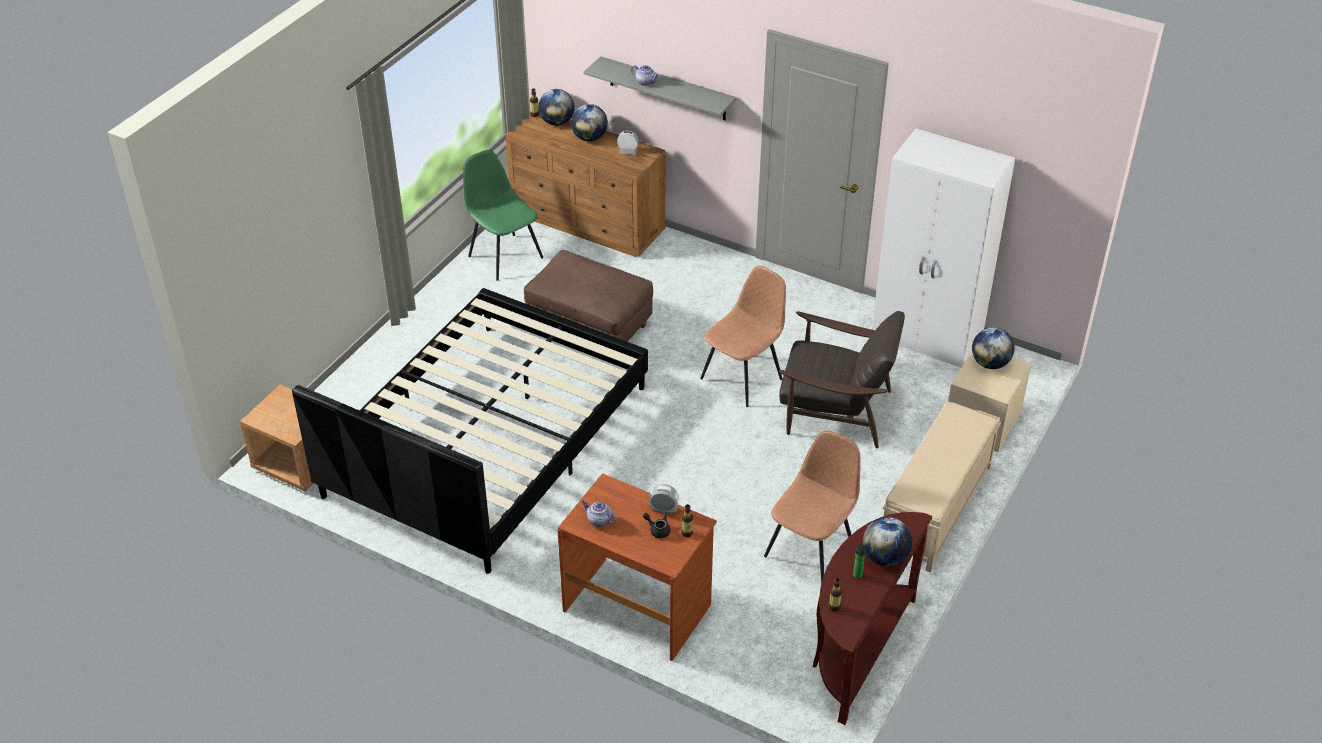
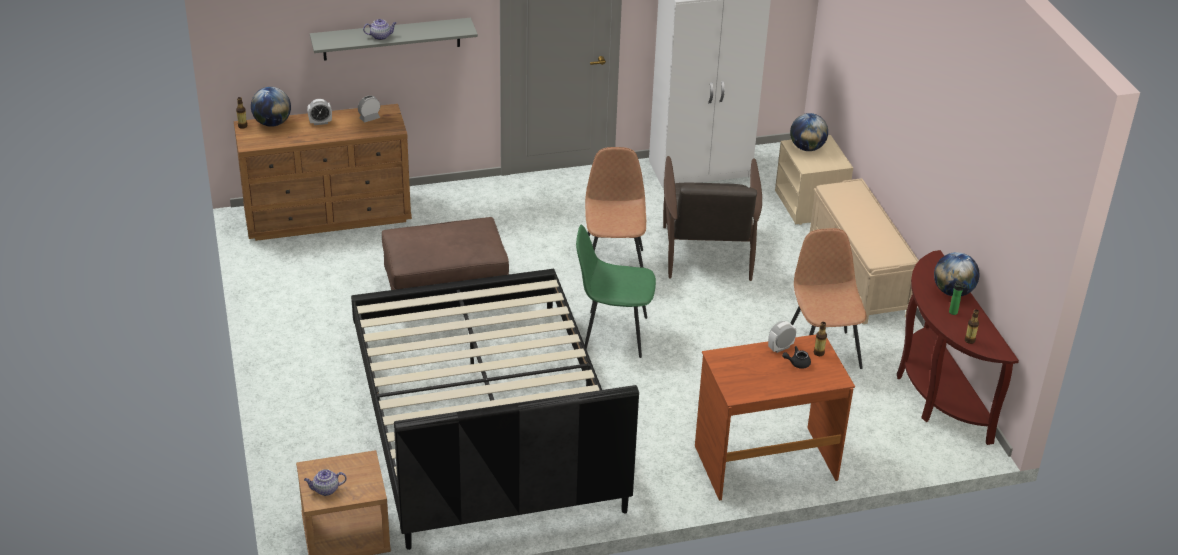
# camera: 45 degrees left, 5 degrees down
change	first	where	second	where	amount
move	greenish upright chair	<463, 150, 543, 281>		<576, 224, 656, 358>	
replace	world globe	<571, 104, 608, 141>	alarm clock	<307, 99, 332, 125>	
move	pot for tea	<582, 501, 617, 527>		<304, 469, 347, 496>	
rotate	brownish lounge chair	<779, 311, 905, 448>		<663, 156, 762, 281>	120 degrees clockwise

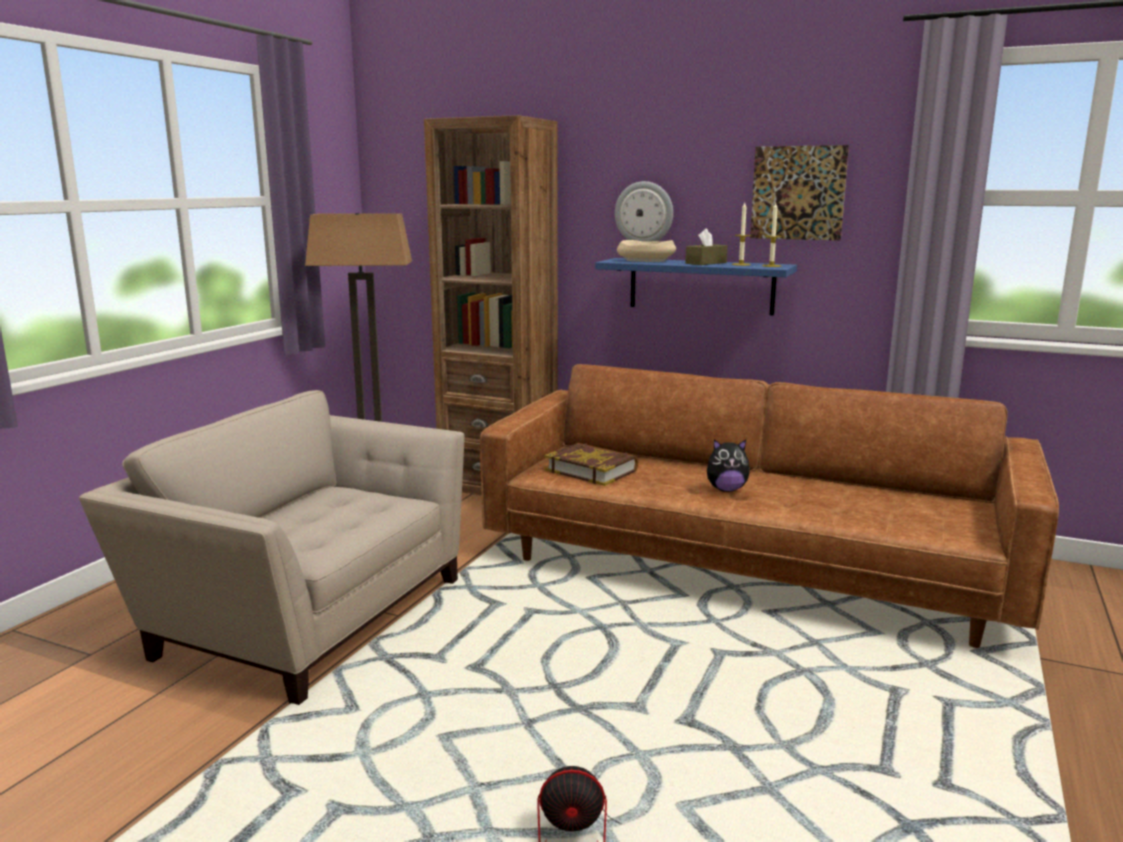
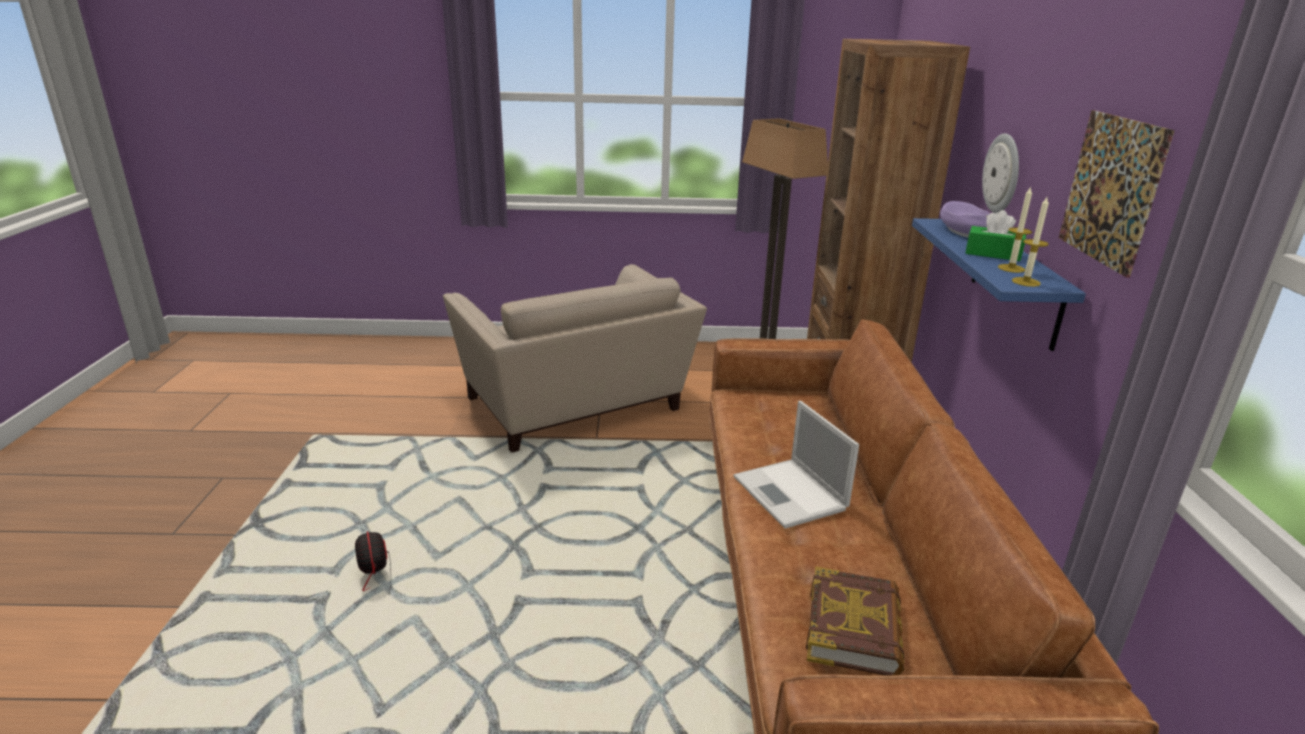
# camera: 65 degrees right, 10 degrees up
change	first	where	second	where	amount
rotate	sand-coloured lounge chair	<79, 390, 465, 705>		<443, 264, 707, 453>	150 degrees clockwise
move	bound book	<545, 443, 639, 486>		<806, 567, 904, 675>	
recolor	sand-coloured serving bowl	<617, 240, 676, 262>	purplish serving bowl	<940, 201, 990, 238>	
recolor	brownish box of tissues	<685, 228, 727, 265>	greenish box of tissues	<966, 210, 1026, 261>	
replace	plush toy	<707, 439, 750, 492>	notebook computer	<734, 401, 859, 529>	

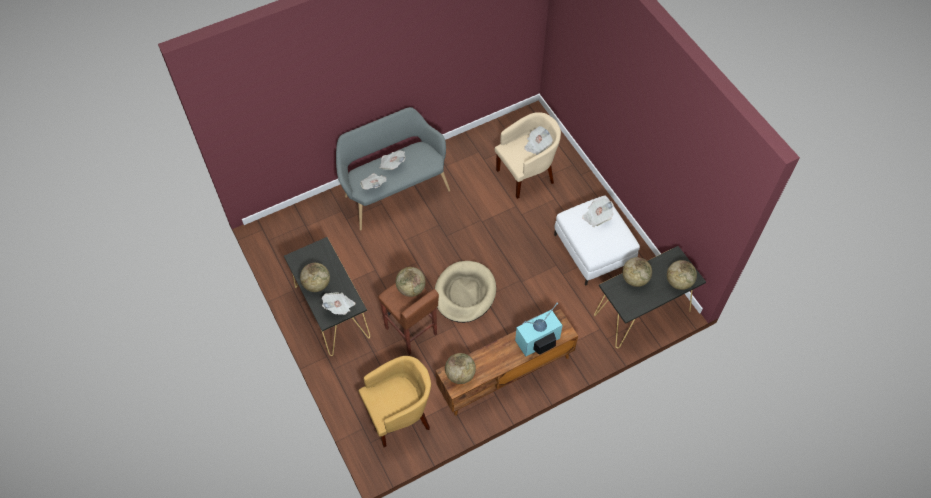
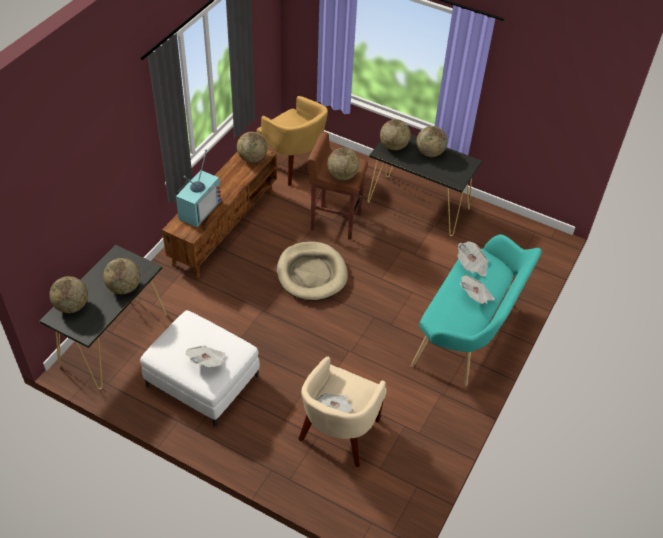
# camera: 145 degrees right, 10 degrees down
change	first	where	second	where	amount
replace	printed paper	<322, 292, 355, 315>	world globe	<380, 119, 411, 150>	
recolor	grey bench	<336, 107, 450, 230>	turquoise-coloured bench	<411, 235, 542, 387>	
rotate	yellowish lounge chair	<358, 356, 431, 447>		<256, 96, 328, 186>	75 degrees counterclockwise

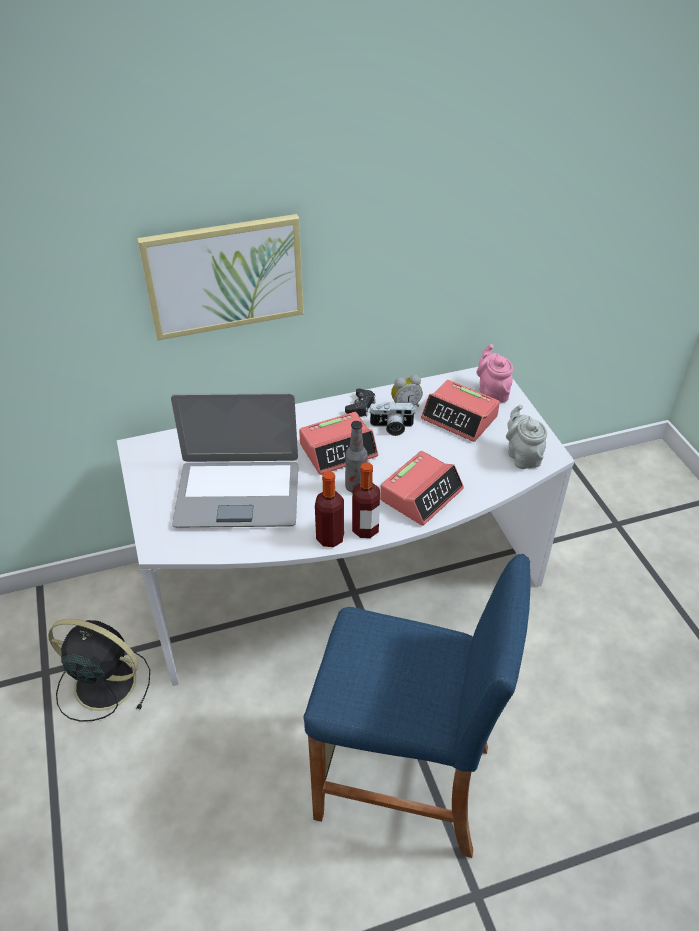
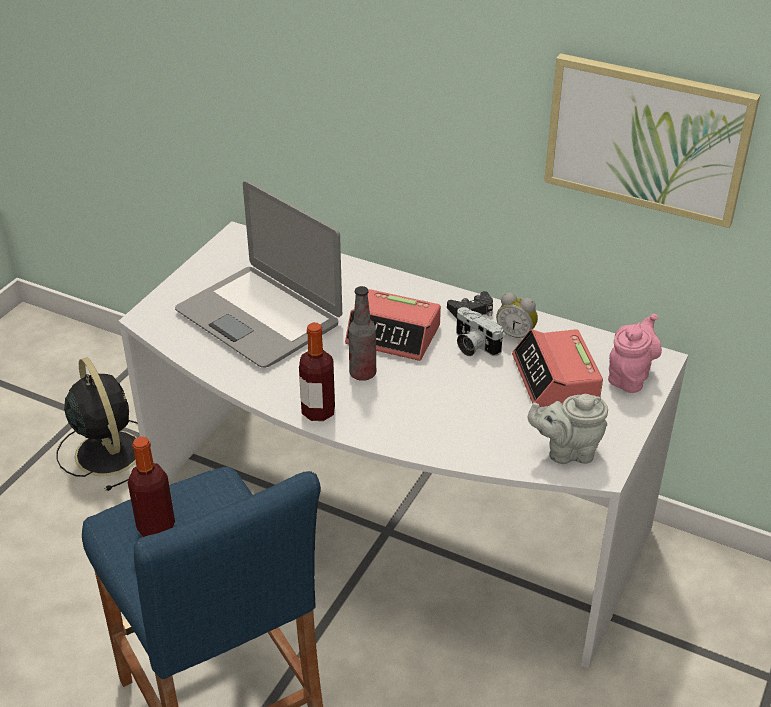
# camera: 45 degrees right, 5 degrees down
change	first	where	second	where	amount
move	wall picture	<137, 214, 304, 340>		<544, 53, 760, 228>	
move	bottle	<315, 471, 344, 547>		<128, 437, 175, 537>	
delete	alarm clock	<380, 451, 464, 526>			
rotate	grey pot for tea	<506, 404, 547, 469>		<528, 394, 608, 464>	120 degrees counterclockwise

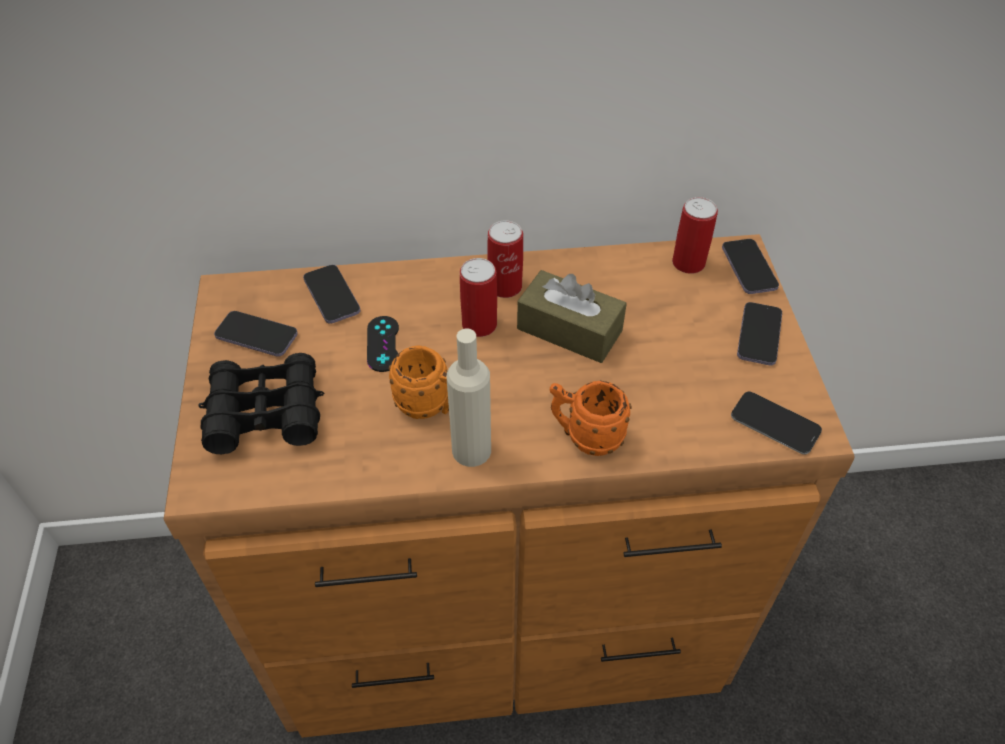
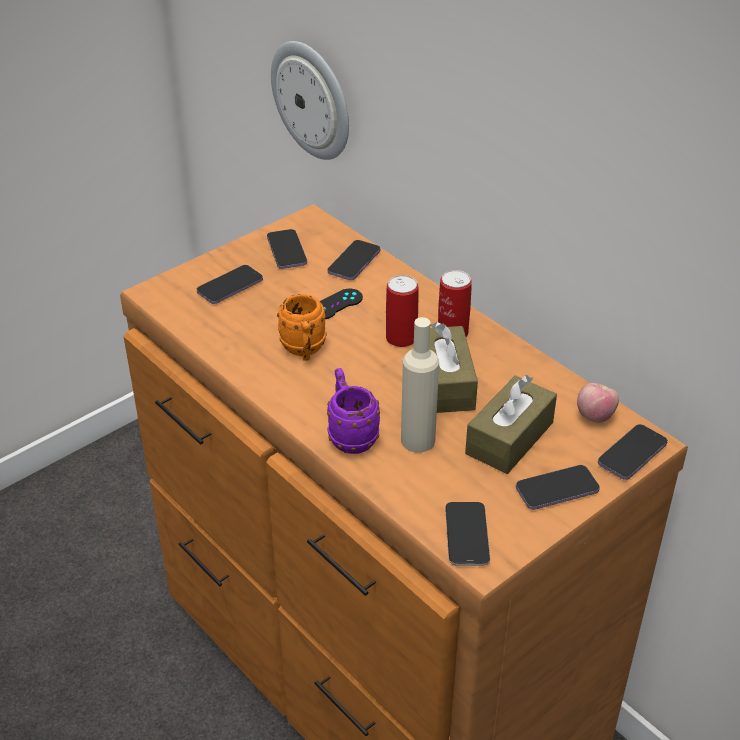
# camera: 55 degrees right, 10 degrees down
change	first	where	second	where	amount
replace	black field glasses	<198, 353, 324, 454>	handset	<196, 265, 263, 304>	
move	sand-coloured bottle	<447, 329, 491, 467>		<401, 317, 439, 453>	
recolor	orangey mug	<550, 381, 632, 456>	purplish mug	<327, 368, 380, 454>	
replace	can	<672, 197, 718, 274>	whole apple	<577, 383, 619, 423>	
insert			hanging clock	<271, 41, 349, 160>	
insert			brownish box of tissues	<465, 375, 557, 474>	

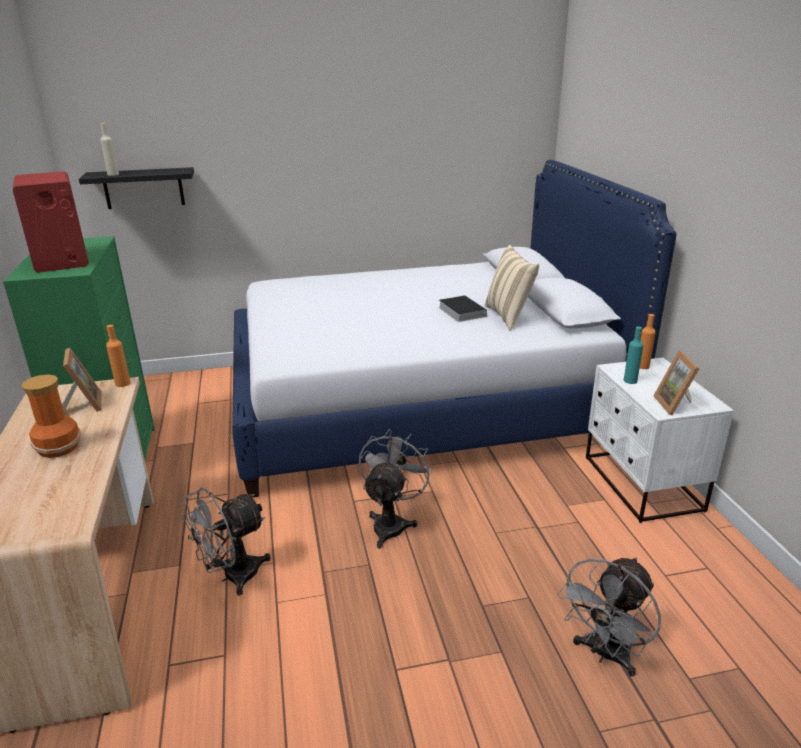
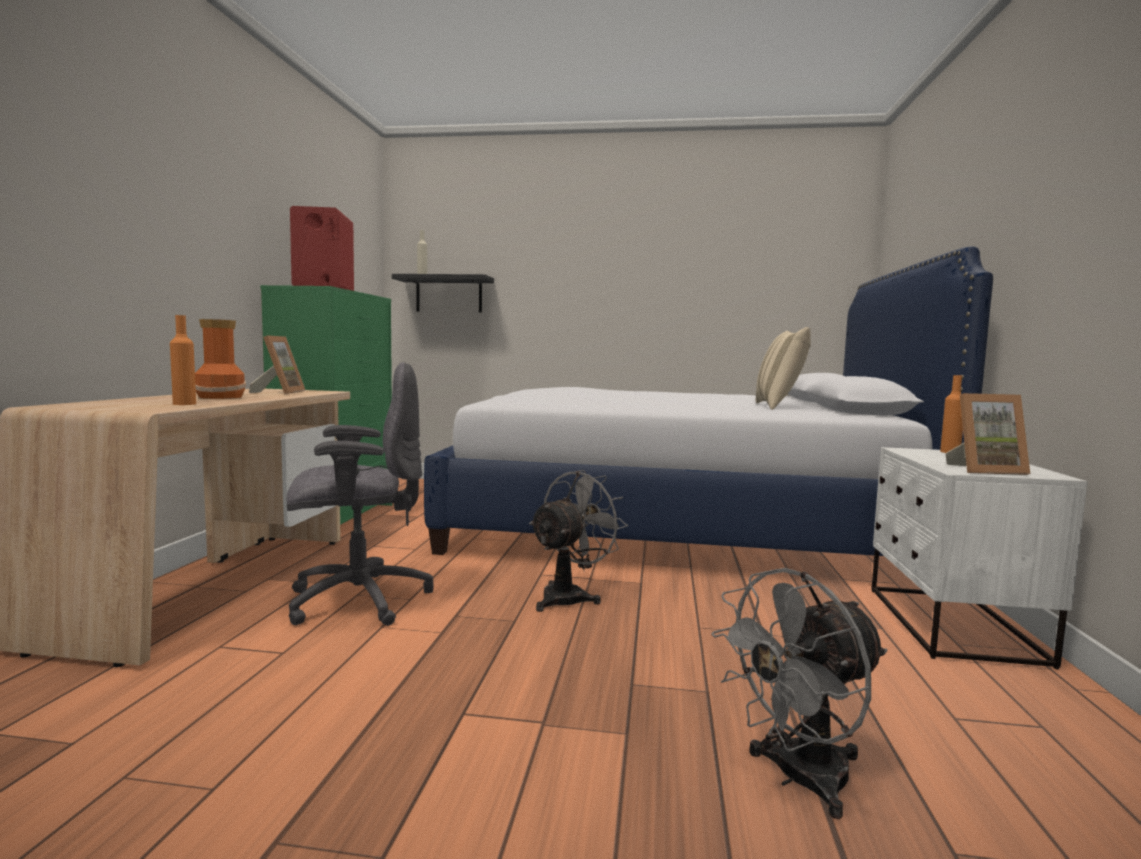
# camera: 20 degrees right, 20 degrees down
change	first	where	second	where	amount
move	orangey bottle	<106, 325, 130, 387>		<170, 315, 196, 405>	
replace	grey cooling fan	<180, 487, 271, 596>	grey computer chair	<286, 362, 434, 626>	
delete	bound book	<439, 295, 487, 322>			
delete	turquoise-coloured bottle	<624, 326, 643, 384>			
rotate	photo frame	<653, 351, 700, 415>		<945, 393, 1030, 475>	105 degrees counterclockwise

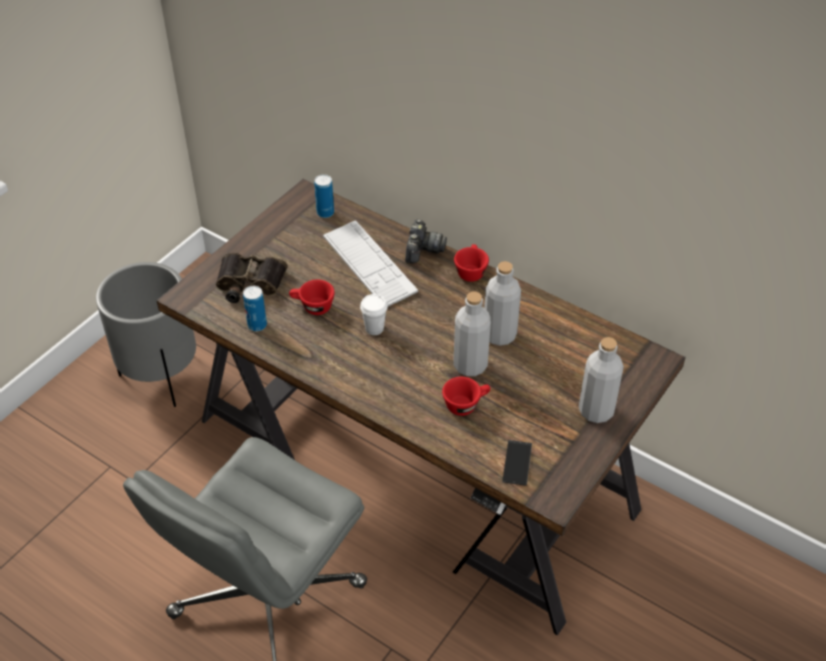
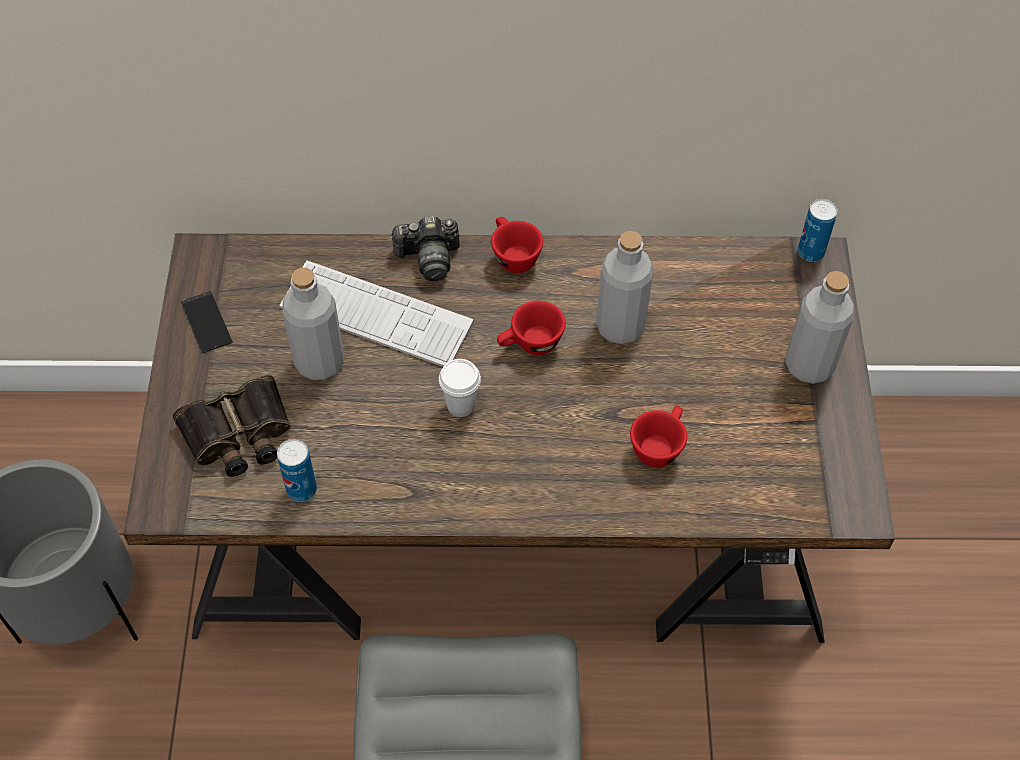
# camera: 35 degrees left, 10 degrees up
change	first	where	second	where	amount
move	red-coloured drinking cup	<289, 280, 335, 315>		<497, 301, 566, 355>	
move	can	<314, 174, 334, 218>		<798, 199, 837, 262>	
rotate	photo camera	<405, 219, 447, 264>		<390, 216, 460, 281>	105 degrees clockwise
move	grey bottle	<454, 292, 491, 376>		<282, 268, 344, 380>	
move	handset	<502, 440, 532, 486>		<180, 291, 233, 354>	

